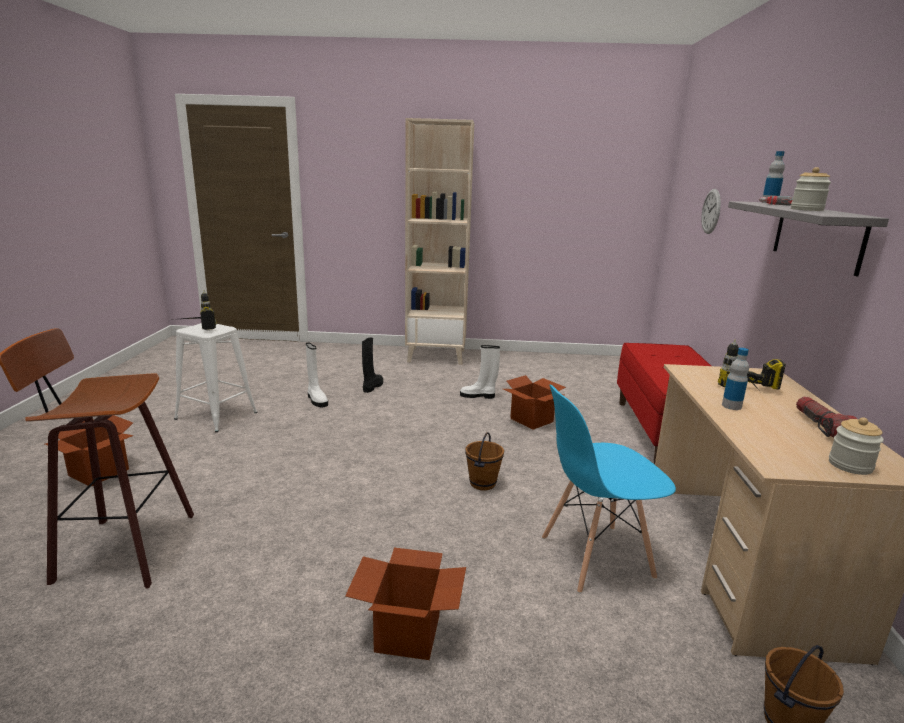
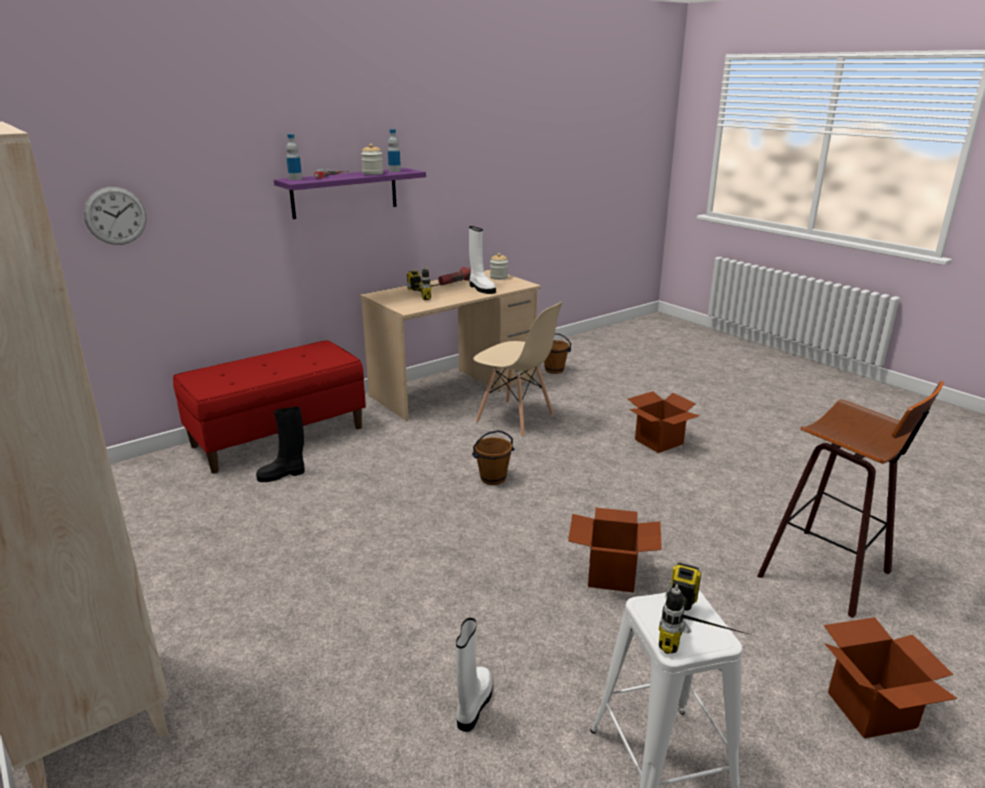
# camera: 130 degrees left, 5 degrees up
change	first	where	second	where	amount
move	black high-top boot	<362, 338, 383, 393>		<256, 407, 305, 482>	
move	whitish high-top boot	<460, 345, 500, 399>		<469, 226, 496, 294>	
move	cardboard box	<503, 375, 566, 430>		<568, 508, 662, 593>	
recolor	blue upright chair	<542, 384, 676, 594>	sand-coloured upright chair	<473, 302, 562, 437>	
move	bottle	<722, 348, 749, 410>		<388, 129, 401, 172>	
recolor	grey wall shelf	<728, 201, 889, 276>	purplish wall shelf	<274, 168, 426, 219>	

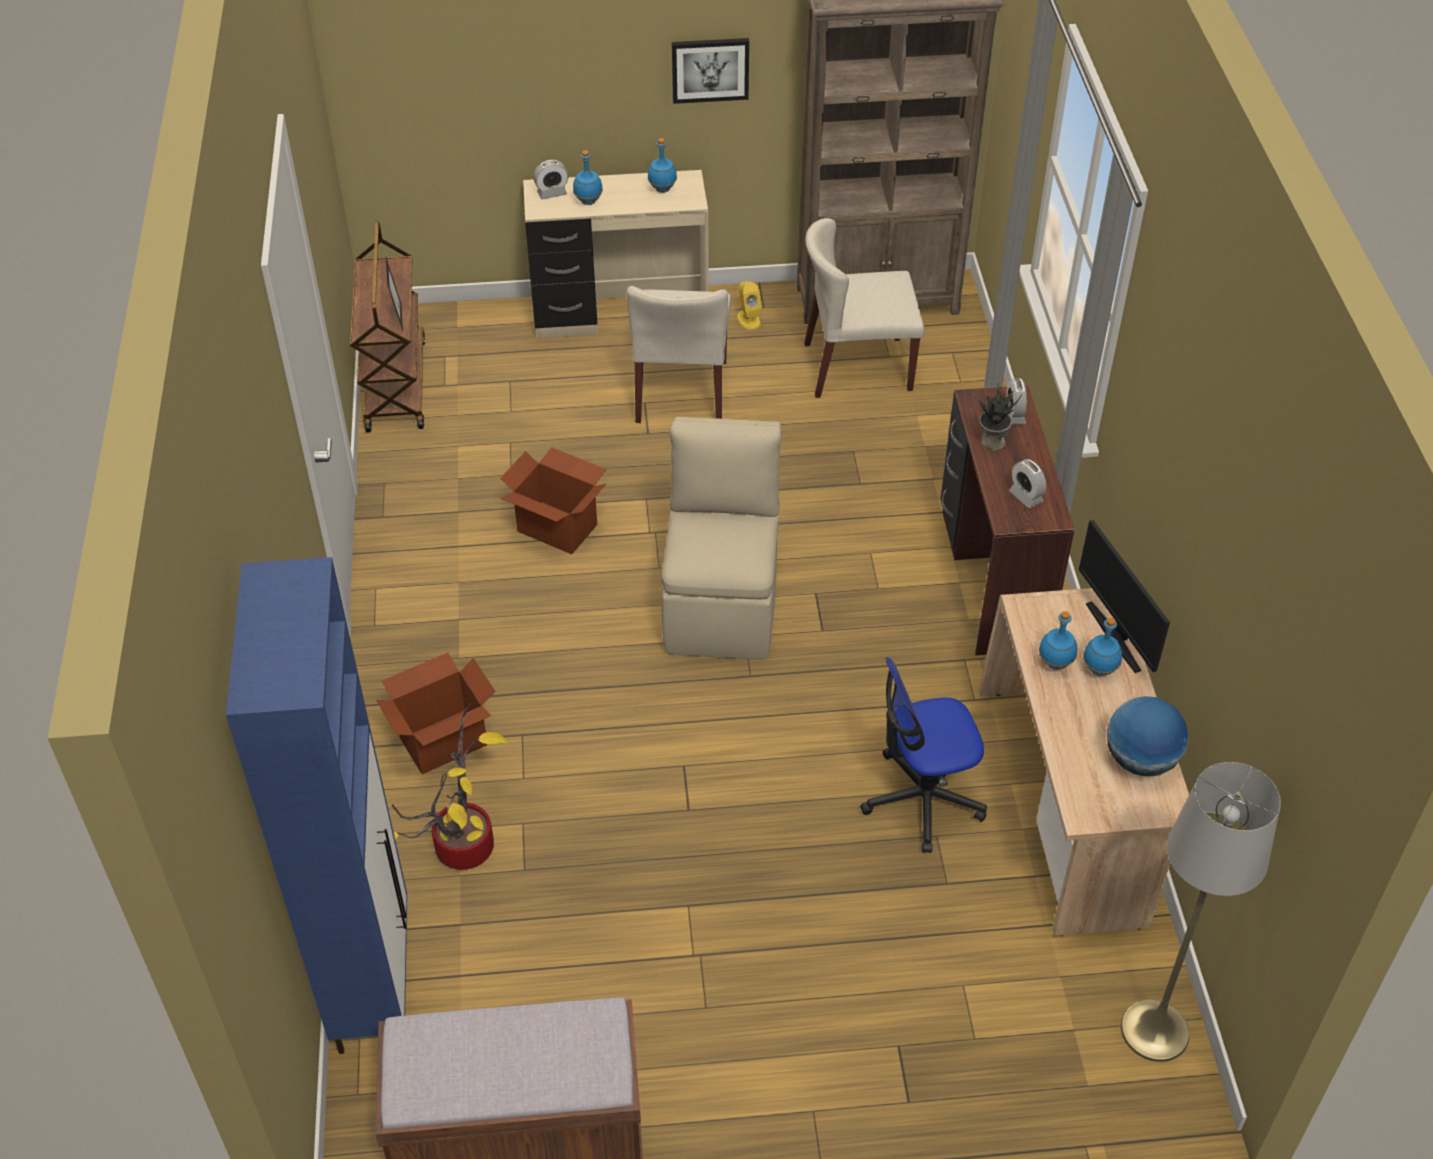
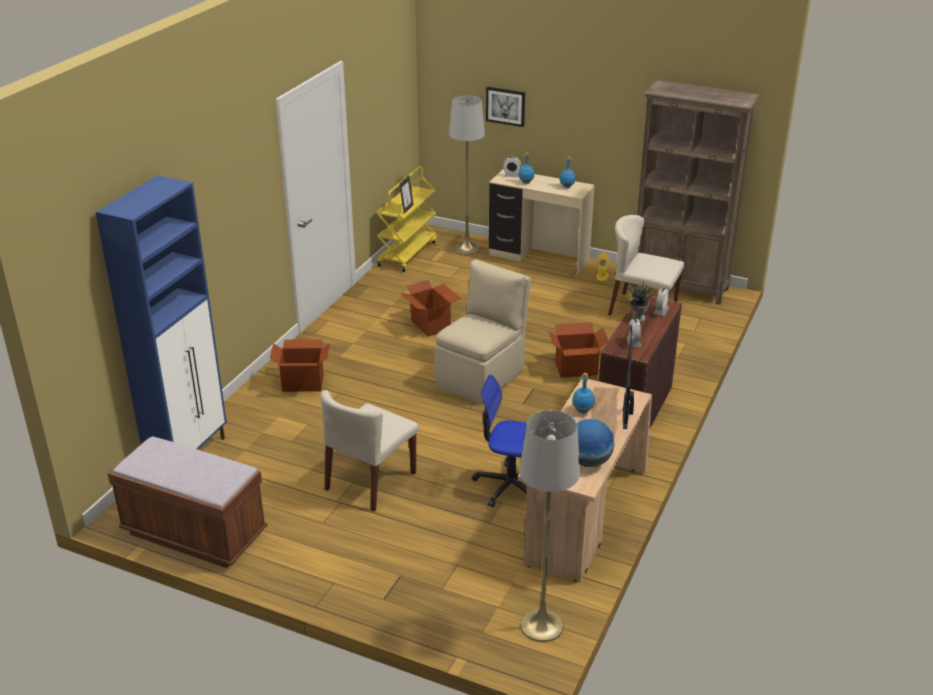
# camera: 30 degrees right, 15 degrees down
change	first	where	second	where	amount
recolor	brownish trolley	<350, 222, 425, 433>	yellowish trolley	<376, 166, 437, 272>	
delete	potted plant	<392, 703, 508, 870>			
move	sand-coloured upright chair	<627, 286, 731, 423>		<321, 390, 419, 512>	
move	wall picture	<672, 38, 749, 104>		<486, 87, 525, 127>	
delete	blue bottle	<1083, 617, 1122, 676>			
insert			grey standing lamp	<449, 95, 485, 255>	
insert			cardboard box	<549, 322, 609, 378>	

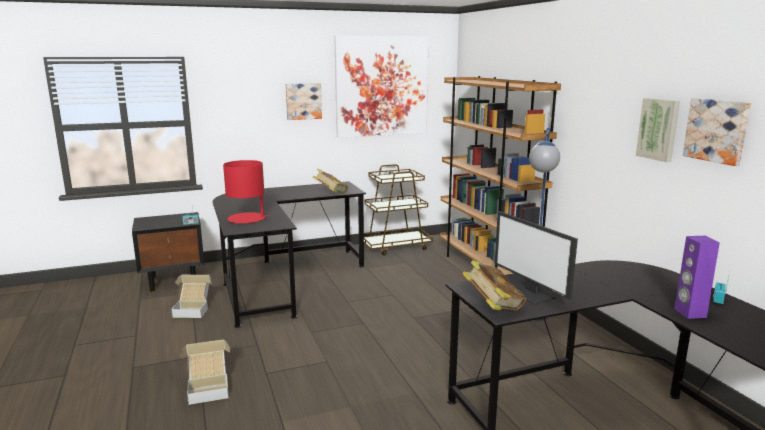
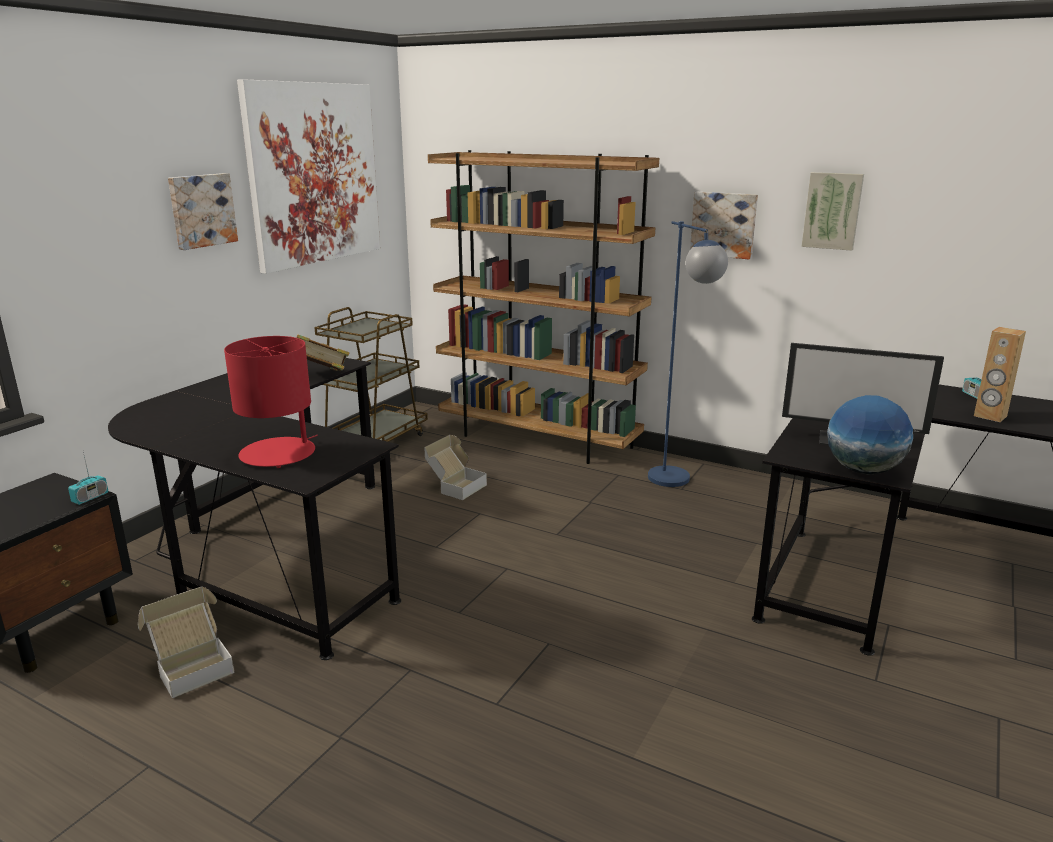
# camera: 40 degrees left, 5 degrees up
change	first	where	second	where	amount
move	cardboard box	<181, 339, 230, 405>		<424, 435, 487, 500>	
replace	bound book	<462, 260, 526, 310>	world globe	<827, 395, 913, 475>	
recolor	purplish speaker	<675, 236, 720, 319>	brownish speaker	<974, 327, 1026, 422>	
move	wall picture	<683, 98, 751, 166>		<690, 192, 758, 259>	

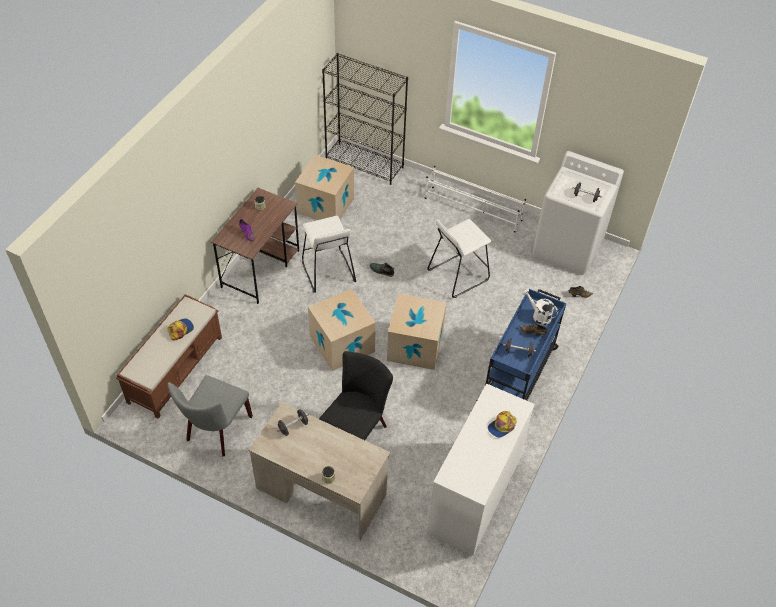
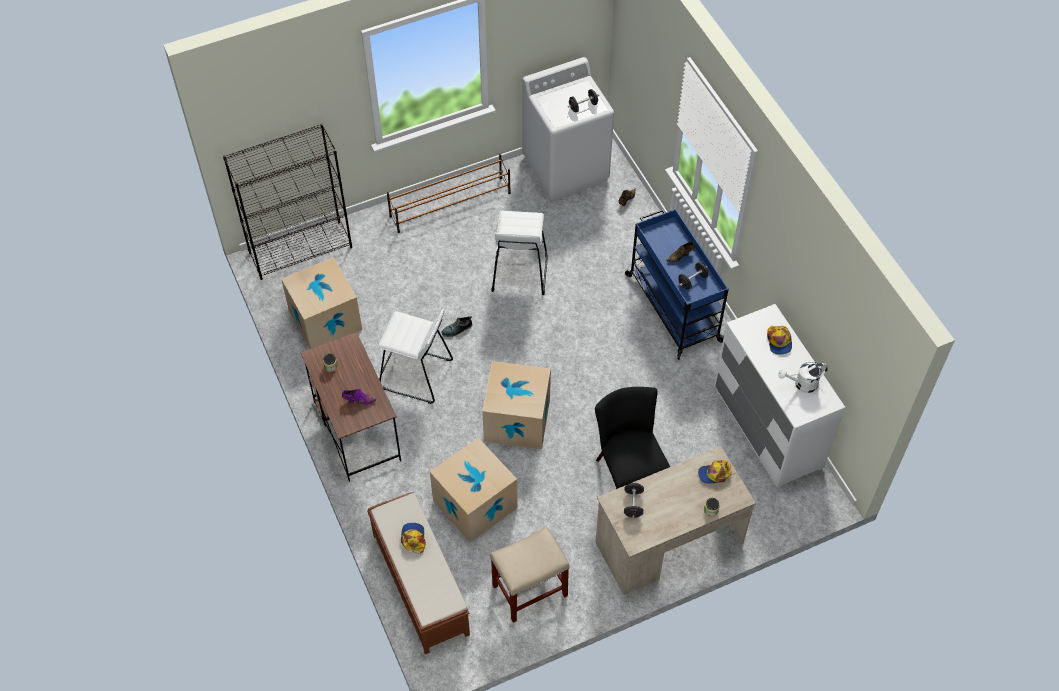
# camera: 50 degrees left, 5 degrees up
change	first	where	second	where	amount
replace	grey upright chair	<168, 375, 253, 456>	sand-coloured sitting stool	<490, 527, 570, 623>	
move	cardboard box	<387, 294, 447, 370>		<430, 437, 518, 542>	
recolor	whitish shoe rack	<425, 166, 526, 233>	brownish shoe rack	<387, 154, 511, 233>	
move	whitish sprinkling can	<522, 289, 558, 325>		<778, 361, 828, 393>	
insert			baseball cap	<698, 460, 732, 484>	

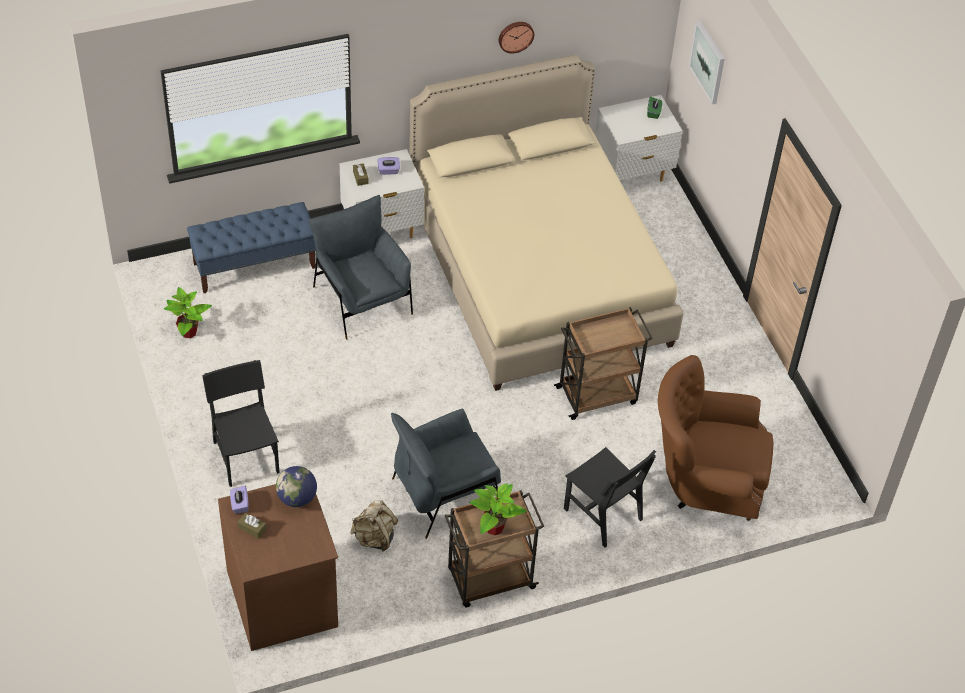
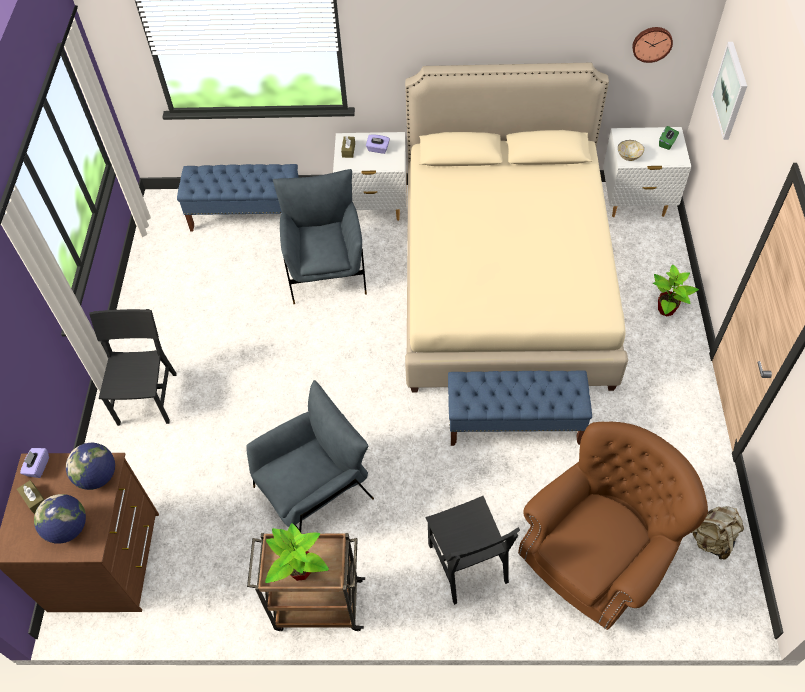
# camera: 25 degrees right, 5 degrees up
change	first	where	second	where	amount
move	potted plant	<164, 287, 212, 338>		<653, 264, 699, 316>	
move	sand-coloured rucksack	<350, 500, 398, 552>		<691, 506, 744, 559>	
rotate	grey lounge chair	<391, 409, 501, 539>		<246, 380, 374, 532>	150 degrees clockwise
move	hanging clock	<498, 22, 534, 54>		<632, 27, 673, 63>	
replace	brownish trolley	<554, 307, 653, 420>	blue bench	<448, 371, 592, 446>	
rotate	brownish lounge chair	<658, 355, 773, 521>		<518, 422, 708, 630>	105 degrees clockwise
insert			world globe	<34, 494, 86, 543>	
insert			serving bowl	<618, 140, 644, 161>	

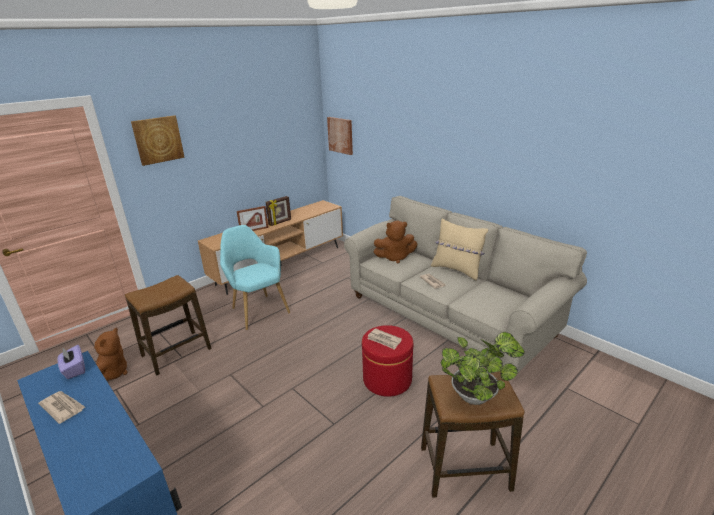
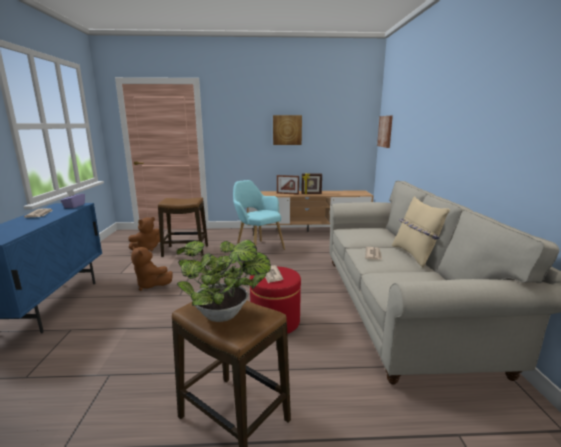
# camera: 40 degrees right, 10 degrees down
change	first	where	second	where	amount
move	wall picture	<131, 115, 185, 166>		<273, 115, 302, 145>	
rotate	turquoise-coloured lounge chair	<220, 225, 290, 330>		<233, 180, 285, 250>	45 degrees counterclockwise
move	brownish plush toy	<373, 220, 417, 264>		<131, 247, 173, 291>	

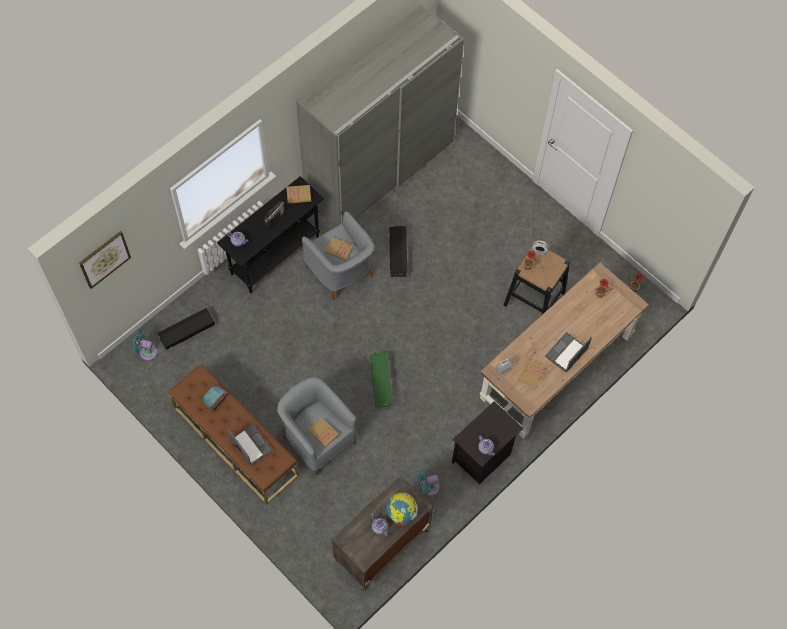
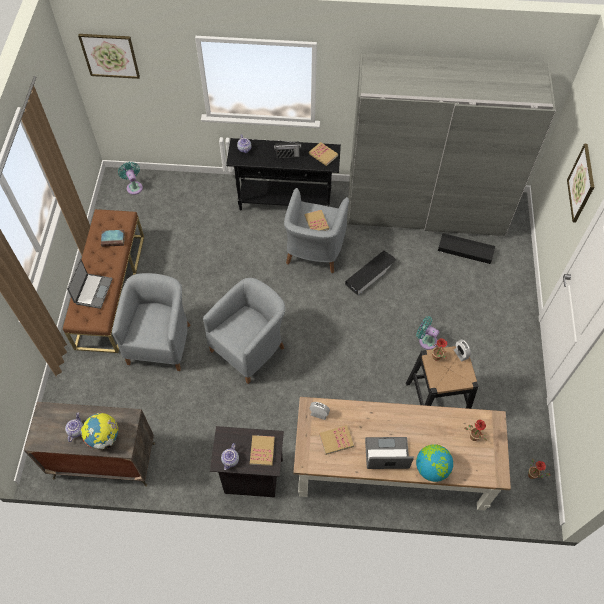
# camera: 50 degrees right, 5 degrees down
change	first	where	second	where	amount
move	black storage container	<158, 308, 215, 350>		<438, 233, 495, 264>	
move	bound book	<308, 418, 339, 448>		<250, 435, 275, 466>	
replace	greenish storage container	<370, 352, 393, 408>	grey lounge chair	<203, 278, 285, 384>	
move	turquoise-coloured cooling fan	<417, 470, 439, 496>		<416, 316, 439, 350>	
insert			world globe	<416, 444, 453, 482>	
insert			wall picture	<567, 144, 594, 223>	

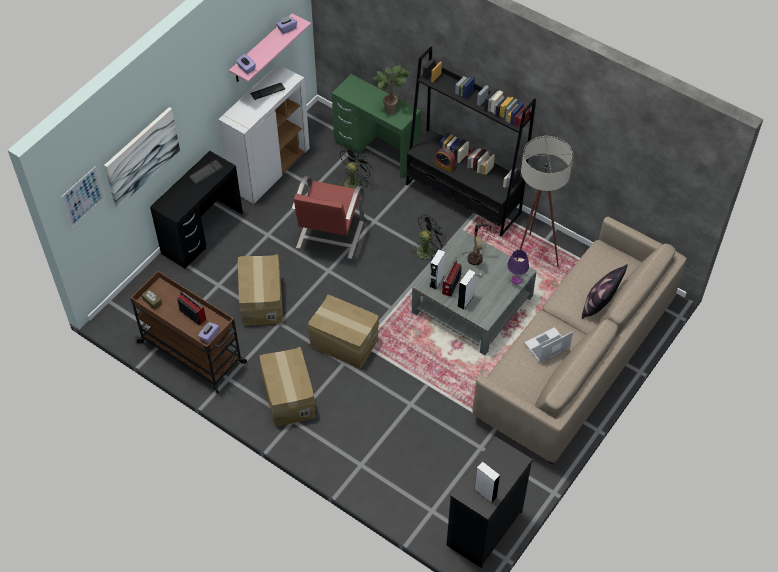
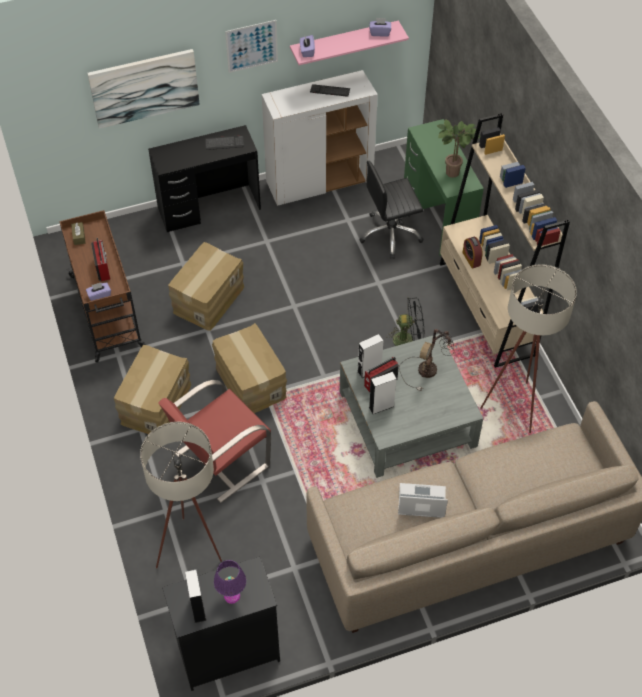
# camera: 35 degrees right, 0 degrees up
change	first	where	second	where	amount
move	wall picture	<61, 166, 105, 228>		<225, 20, 278, 73>	
move	red-coloured lounge chair	<292, 176, 364, 259>		<158, 380, 271, 503>	
replace	black cooling fan	<339, 146, 374, 189>	black computer chair	<359, 161, 424, 259>	
recolor	black bookshelf	<406, 47, 536, 236>	sand-coloured bookshelf	<440, 113, 570, 368>	
move	purplish tabletop lamp	<507, 250, 529, 284>		<214, 560, 246, 604>	
delete	pillow	<582, 264, 628, 319>			
insert			sand-coloured standing lamp	<140, 422, 222, 568>	

